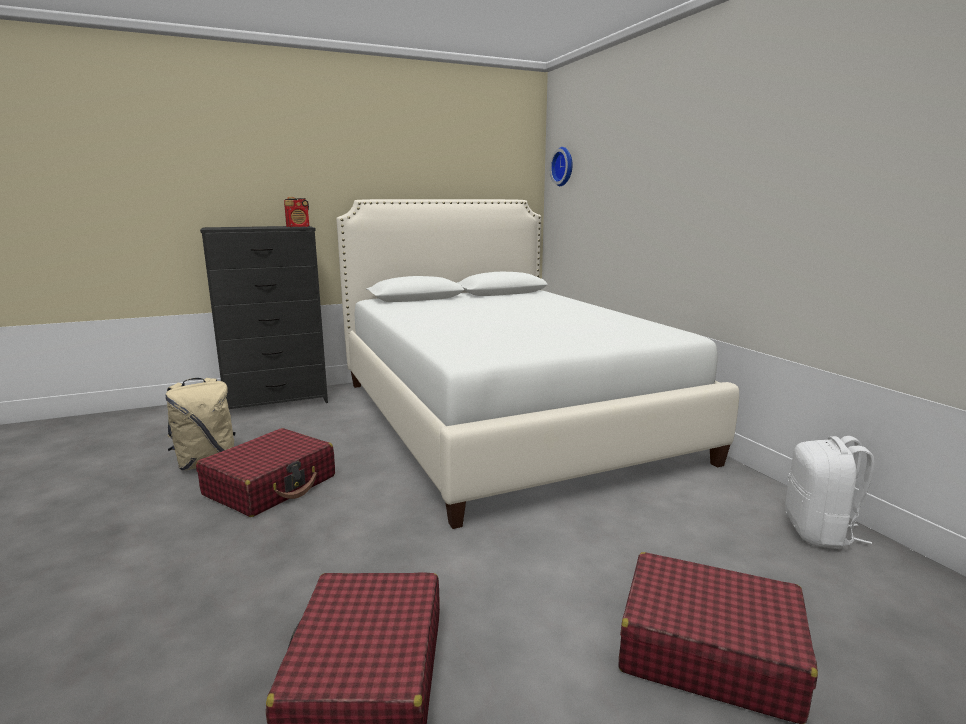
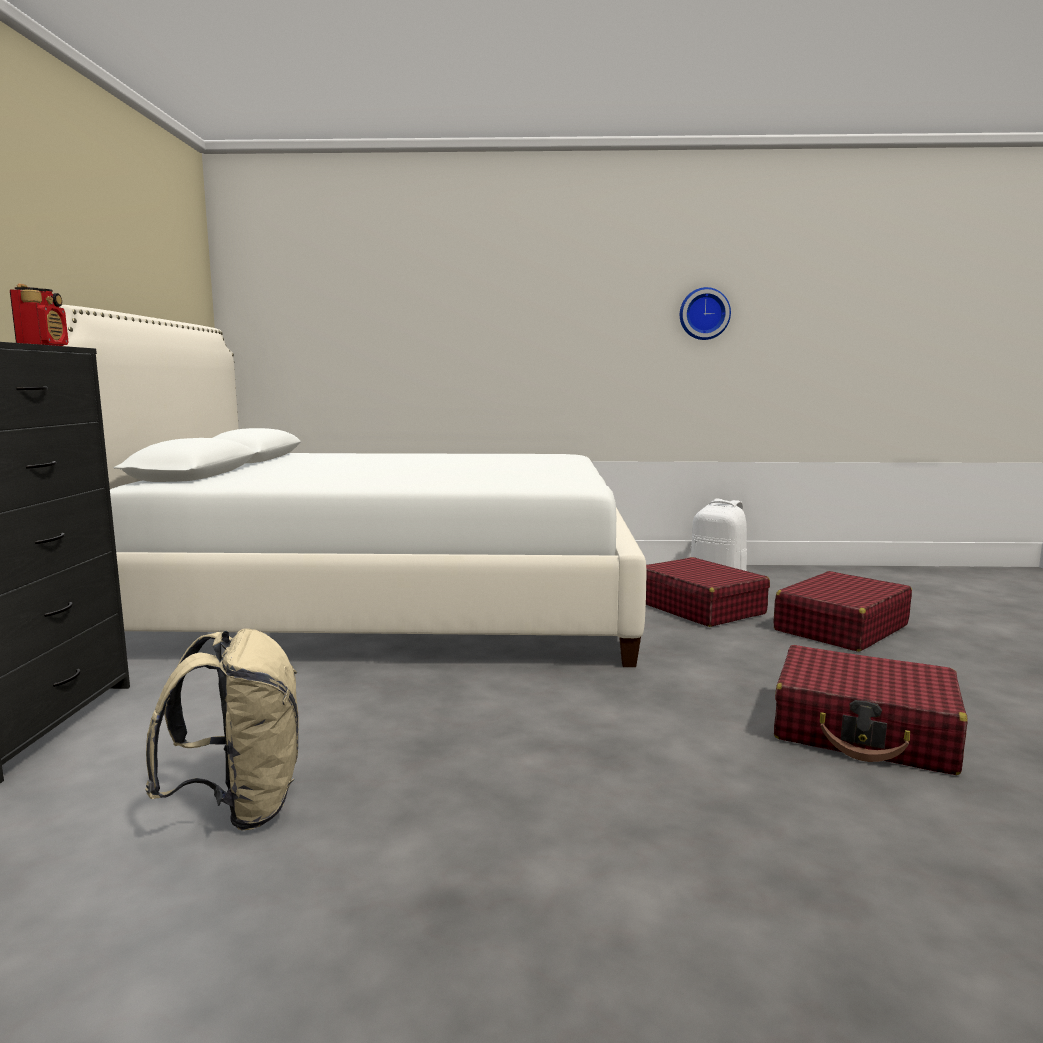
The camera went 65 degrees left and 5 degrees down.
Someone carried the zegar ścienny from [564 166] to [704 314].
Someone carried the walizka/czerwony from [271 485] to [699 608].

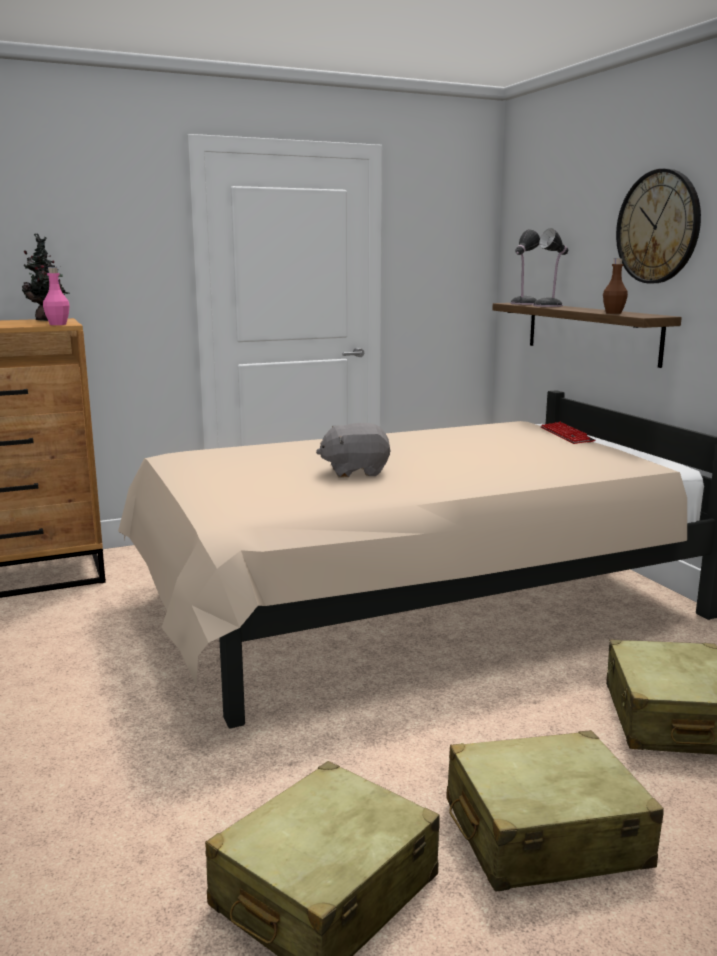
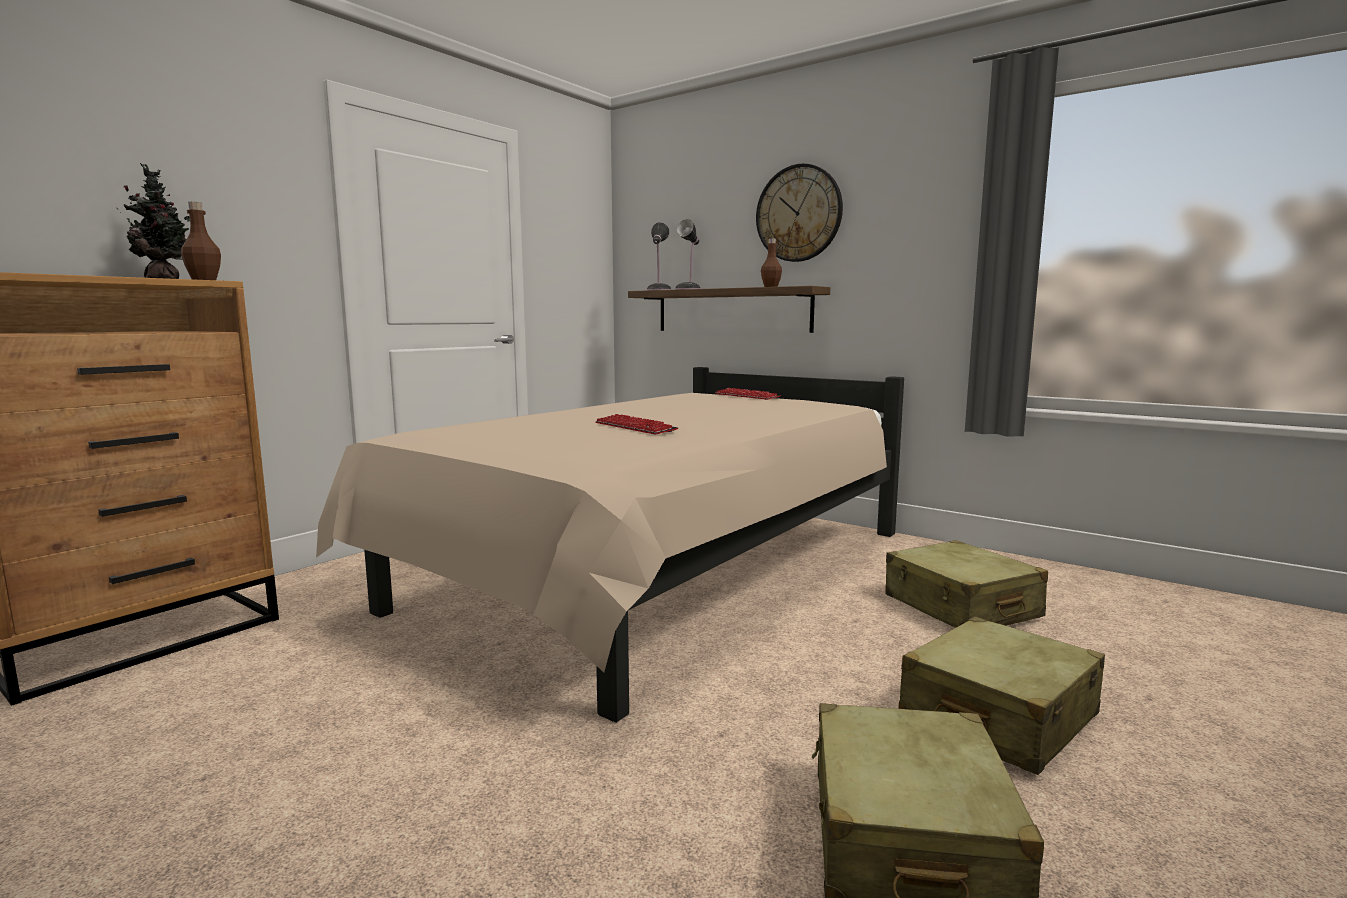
The camera went 30 degrees left and 5 degrees down.
Someone repainted the butelka/różowy at [58 324], which became the butelka/brązowy at [204 279].
Someone swapped the pluszak/szary at [355 472] for the klawiatura at [635 427].

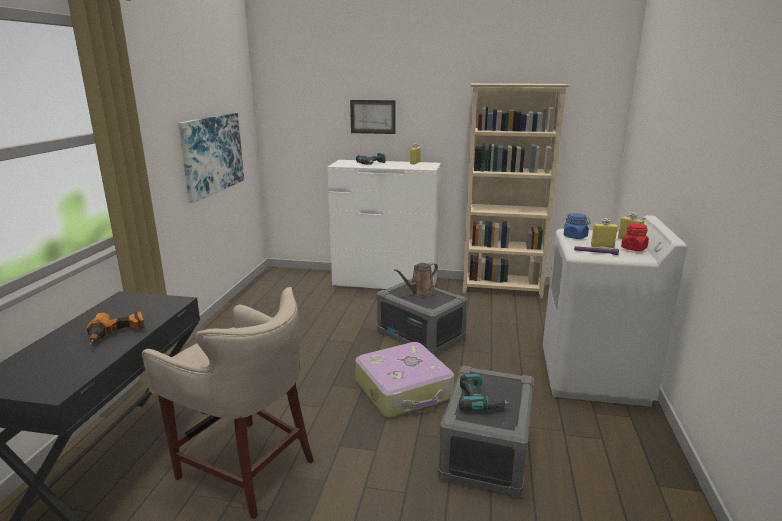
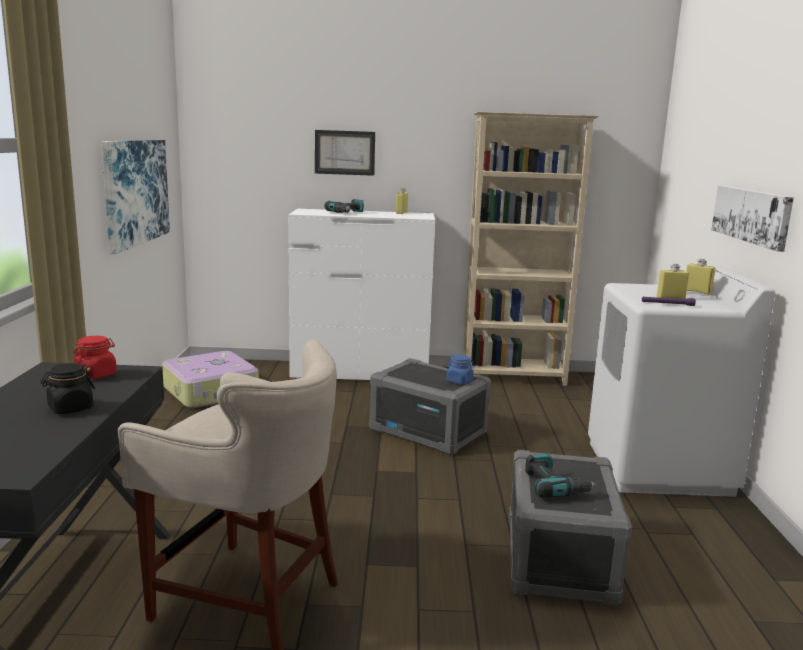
The camera went 10 degrees left and 5 degrees down.
Someone carried the słoik/niebieski from [575 237] to [460 381].
Someone carried the słoik/czerwony from [633 248] to [96 375].
Someone took away the konewka/brązowy at [420 292].
Someone swapped the wiertarka at [117 334] for the słoik/czarny at [70 408].
Someone carried the walizka from [404 390] to [212 391].
Someone put up the obraz at [751 215].

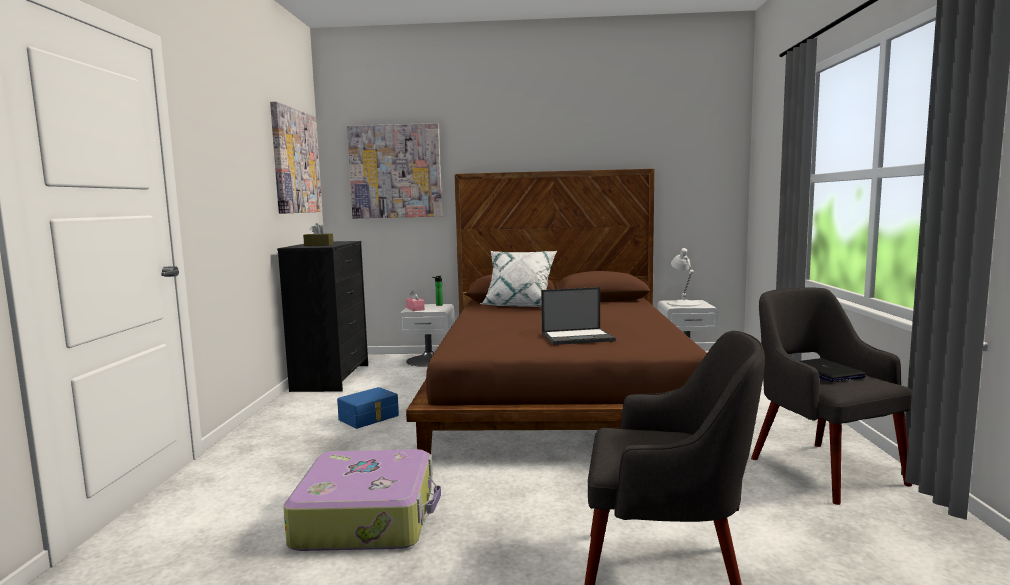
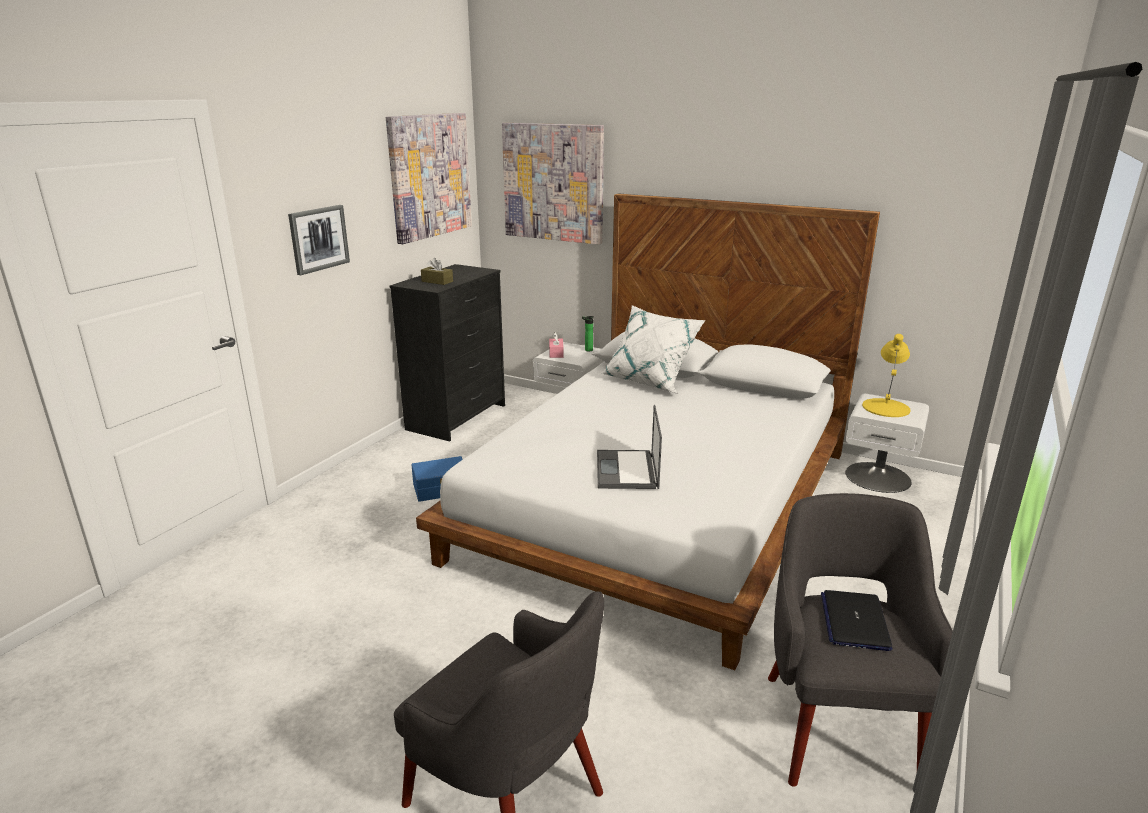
The camera went 25 degrees right and 15 degrees up.
Someone repainted the łóżko/brązowy at [562 393], which became the łóżko/biały at [659 503].
Someone repainted the lampa stołowa/biały at [683 303], which became the lampa stołowa/żółty at [886 407].
Someone rotated the laptop at [578 337] by 75 degrees clockwise.
Someone took away the walizka at [368 517].
Someone put up the obraz at [318 239].

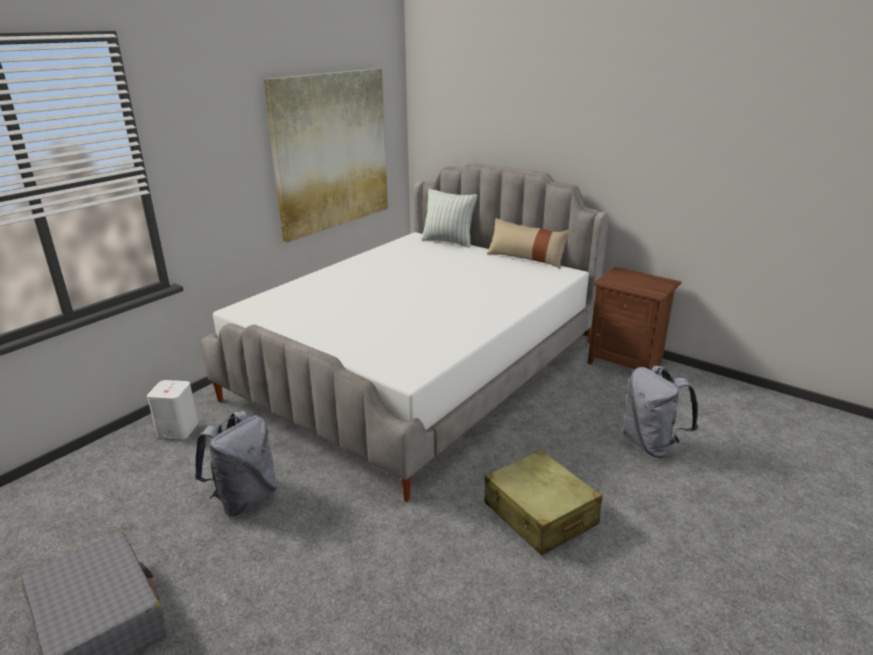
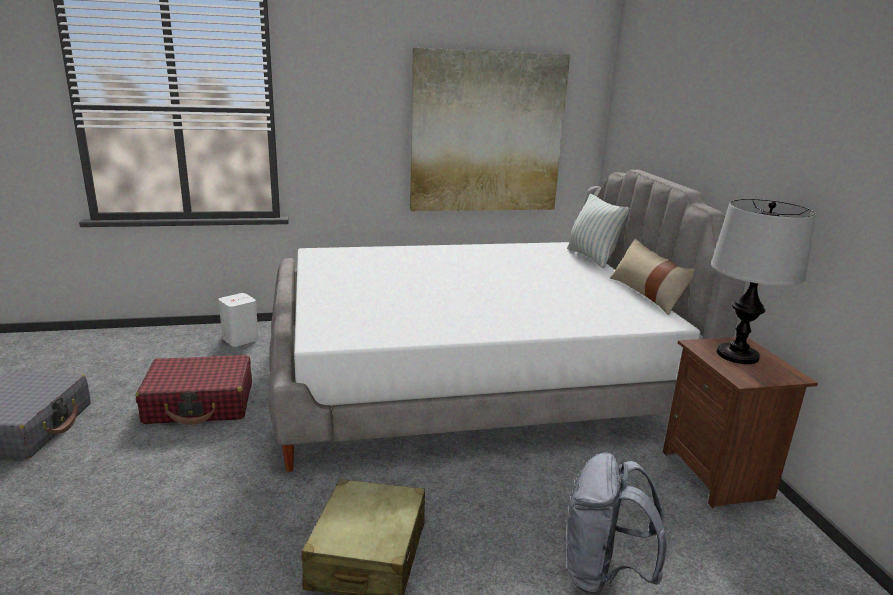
The camera went 40 degrees right and 5 degrees down.
Someone swapped the plecak/szary at [244 498] for the walizka/czerwony at [200 403].
Someone put down the lampa stołowa at [738 355].

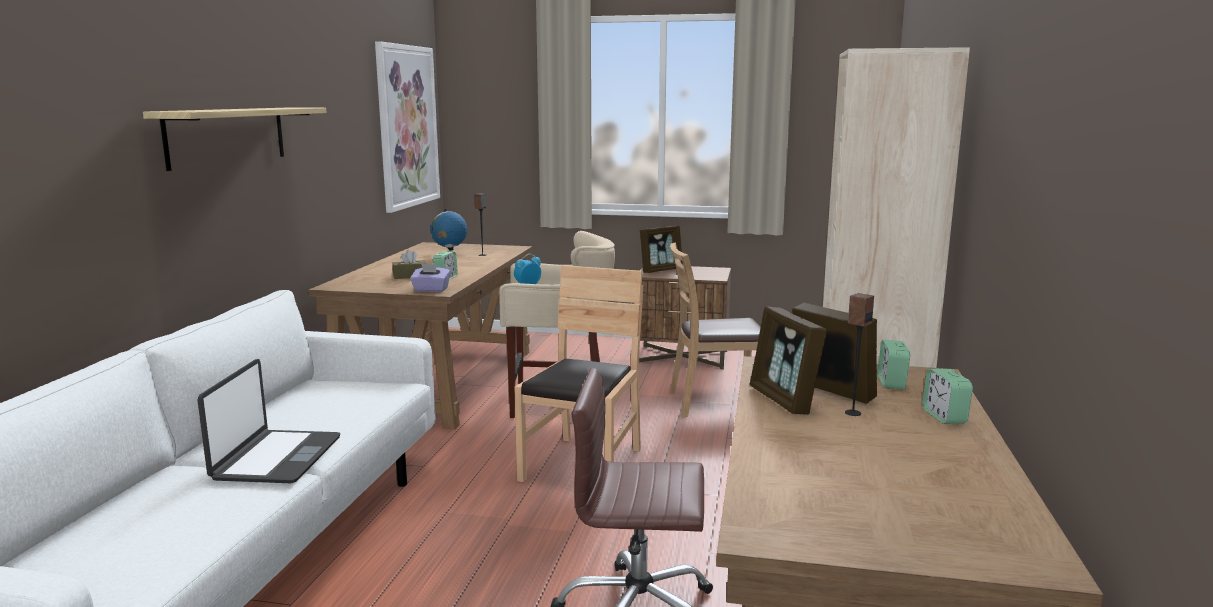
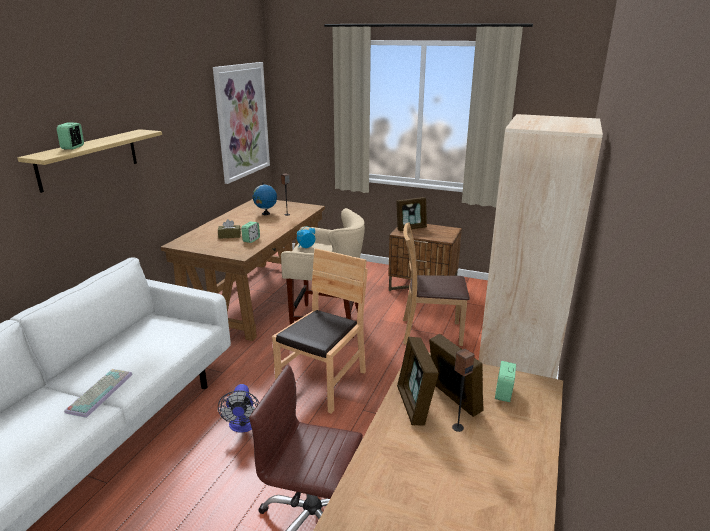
The camera went 10 degrees right and 10 degrees up.
Someone took away the pudełko chusteczek/fioletowy at [431 290].
Someone swapped the laptop at [276 458] for the klawiatura at [99 392].
Someone carried the budzik from [944 417] to [73 147].
Someone put down the wentylator at [243 426].

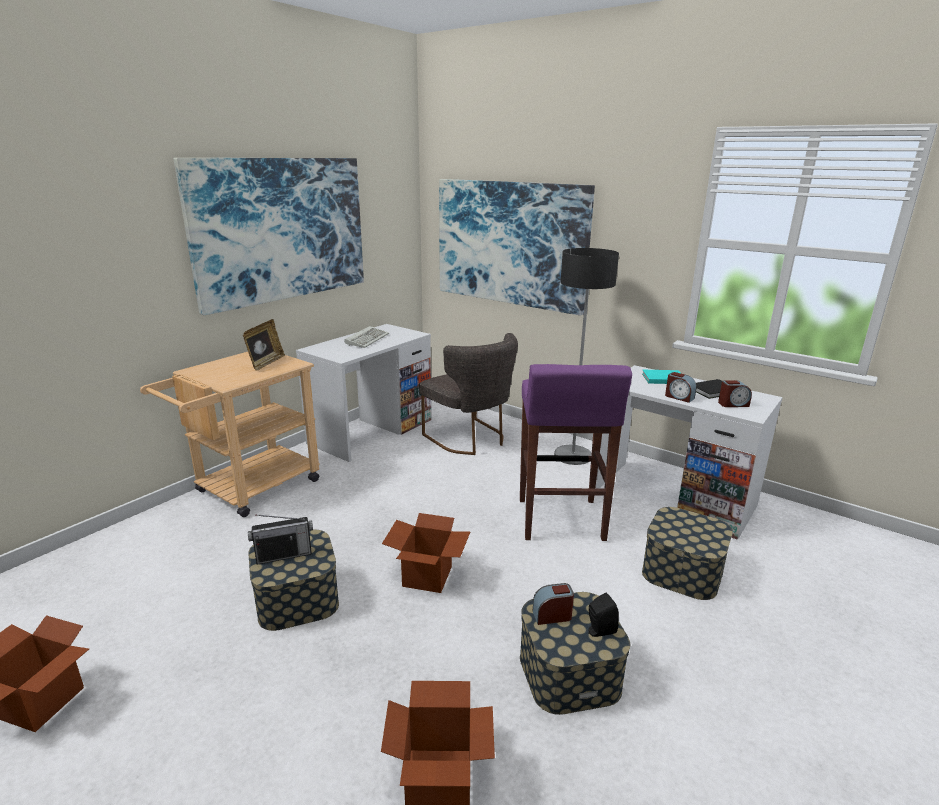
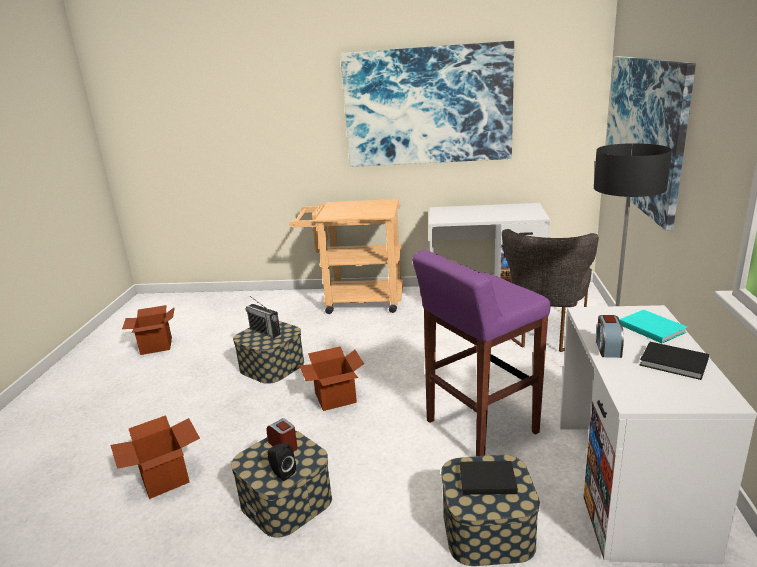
The camera went 60 degrees right and 0 degrees up.
Someone took away the ramka na zdjęcie at [265 363].
Someone took away the klawiatura at [367 339].
Someone took away the budzik at [733 404].
Someone put down the książka/czarny at [485 479].

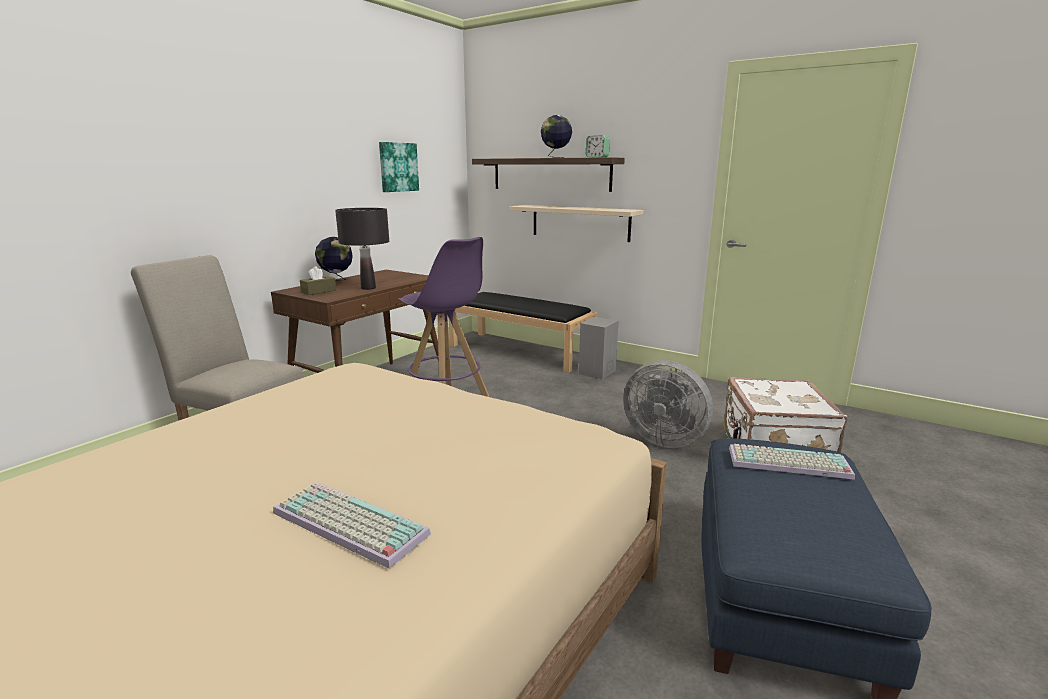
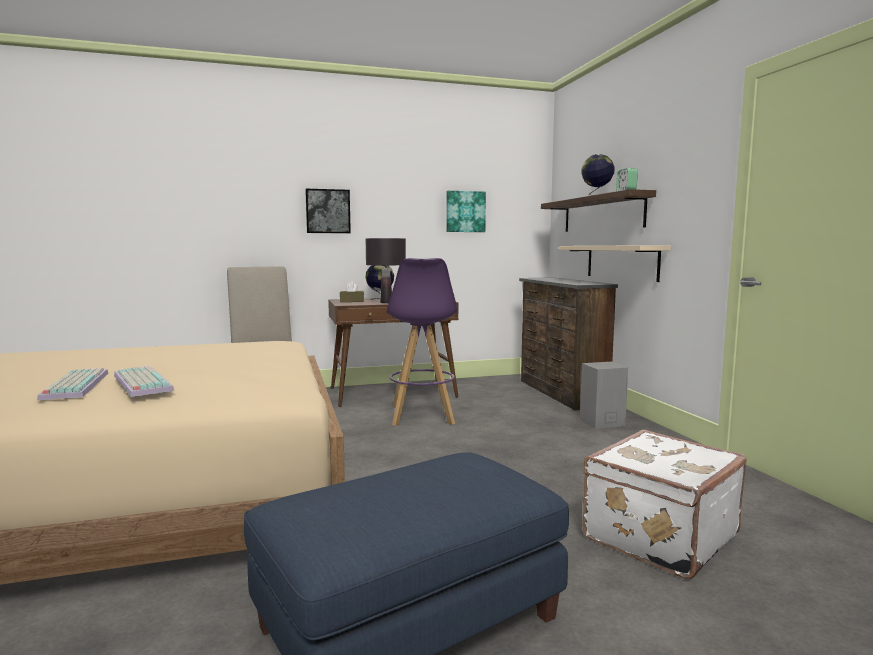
The camera went 40 degrees right and 10 degrees down.
Someone swapped the ławka/czarny at [521 351] for the komoda/brązowy at [560 393].
Someone took away the wentylator/szary at [664 439].
Someone carried the klawiatura from [787 464] to [140 382].
Someone put up the obraz at [328 211].

